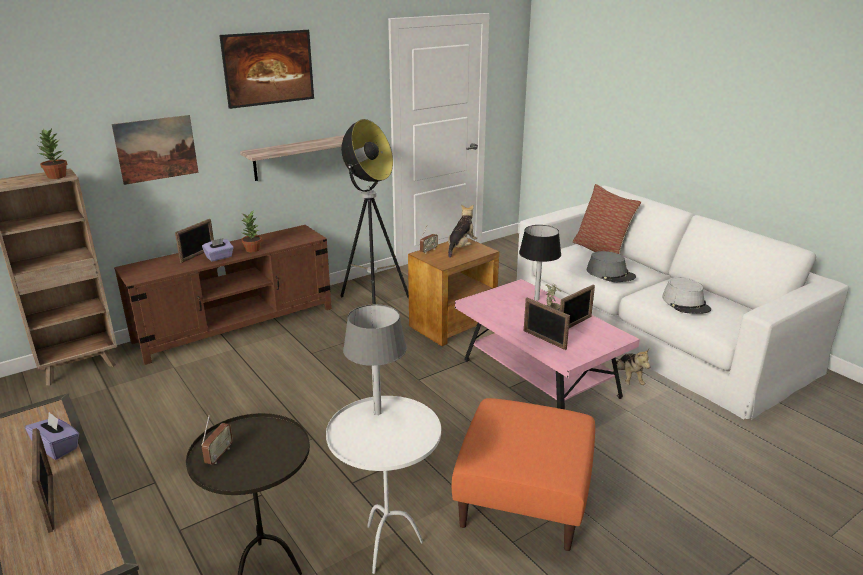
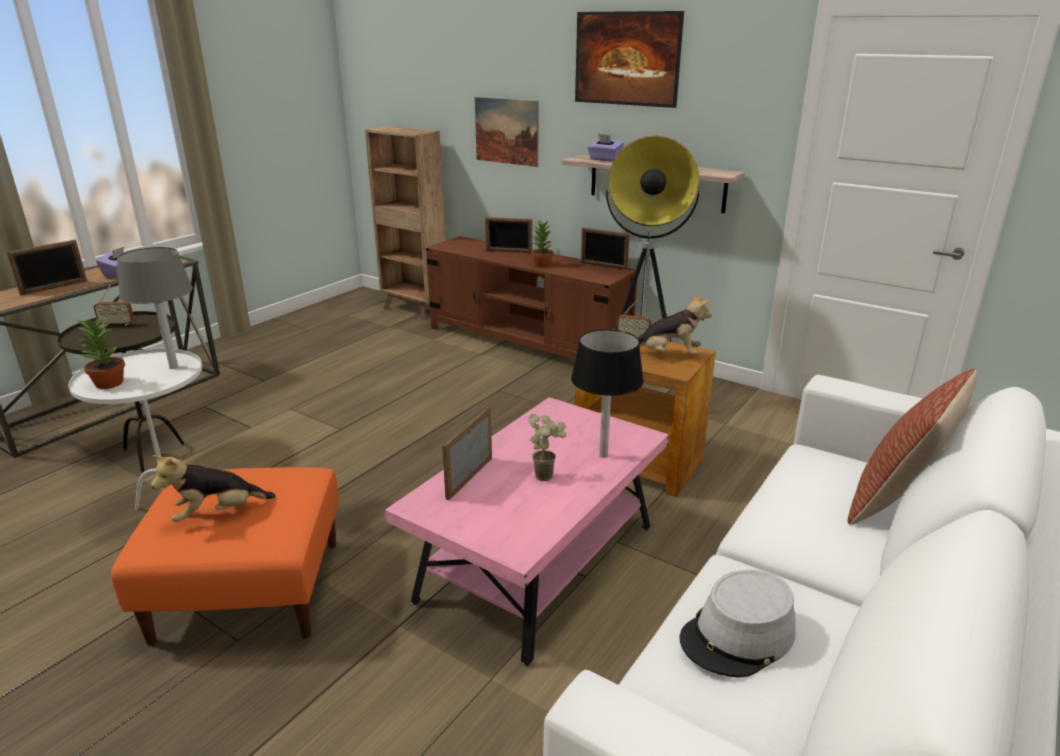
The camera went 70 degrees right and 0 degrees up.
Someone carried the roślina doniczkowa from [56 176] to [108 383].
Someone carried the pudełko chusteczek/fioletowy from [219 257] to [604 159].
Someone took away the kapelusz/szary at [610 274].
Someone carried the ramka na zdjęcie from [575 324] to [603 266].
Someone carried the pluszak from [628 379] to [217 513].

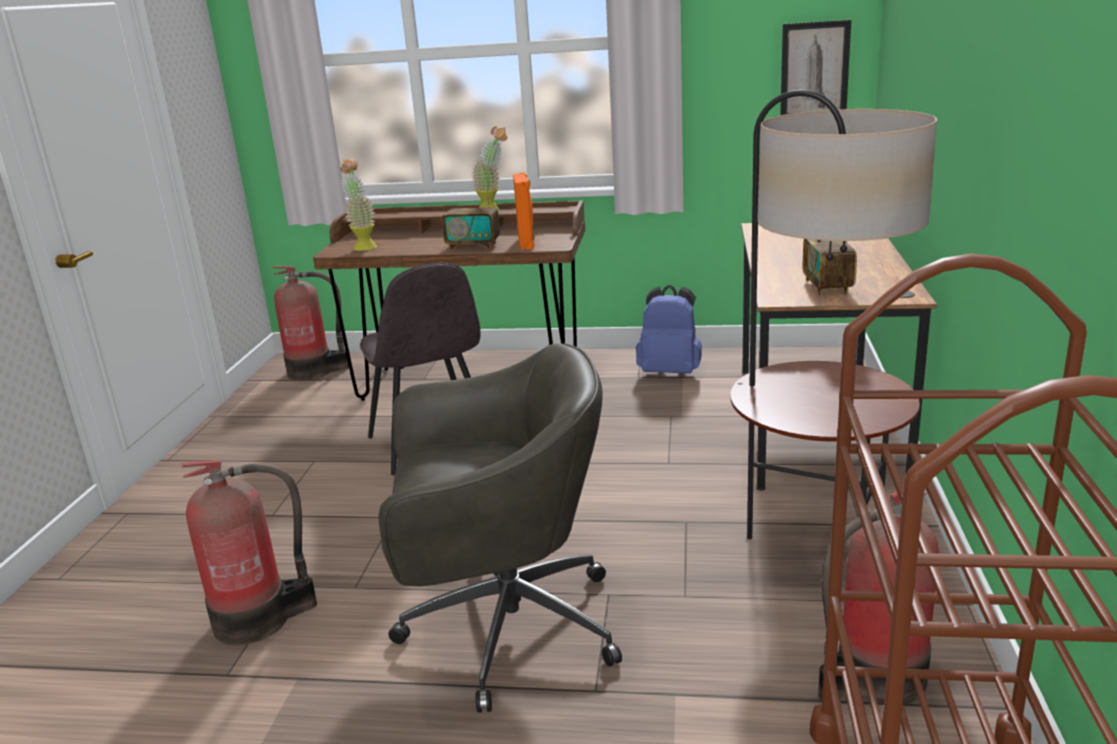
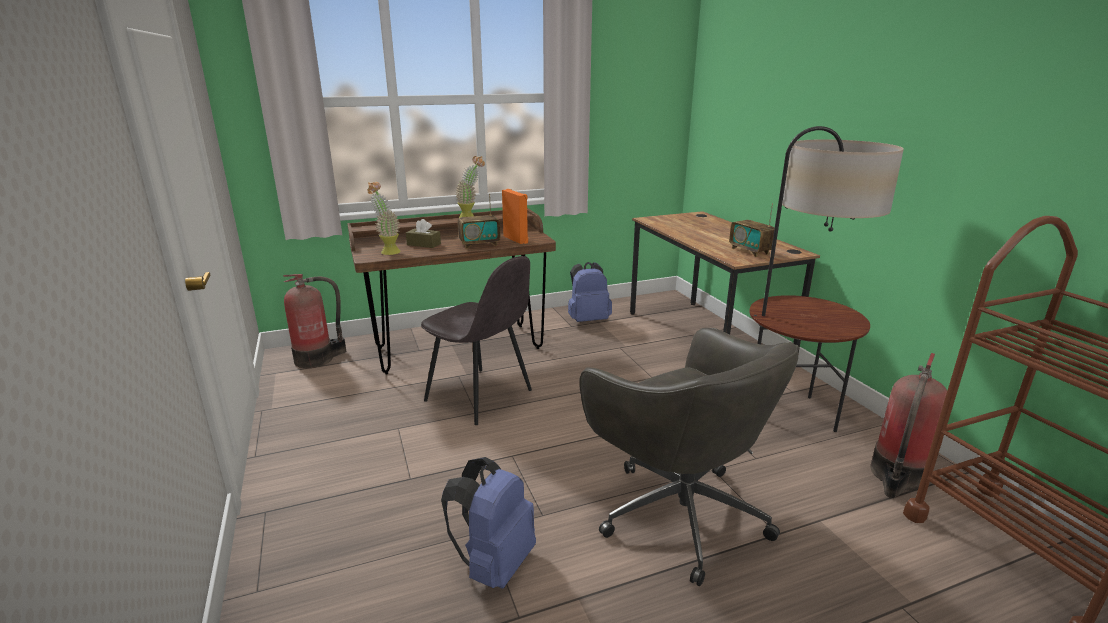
The camera went 30 degrees left and 0 degrees up.
Someone took away the obraz at [814 71].
Someone rotated the krzesło biurowe/szary at [504 628] by 90 degrees clockwise.
Someone swapped the gaśnica at [258 619] for the plecak/niebieski at [494 563].
Someone put down the pudełko chusteczek/brązowy at [424 244].

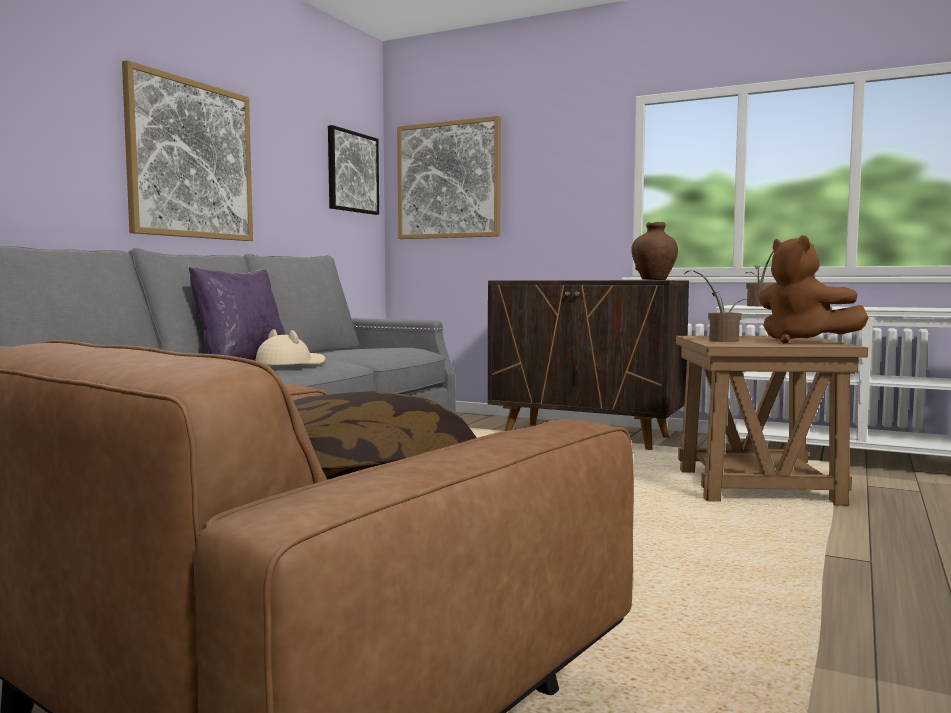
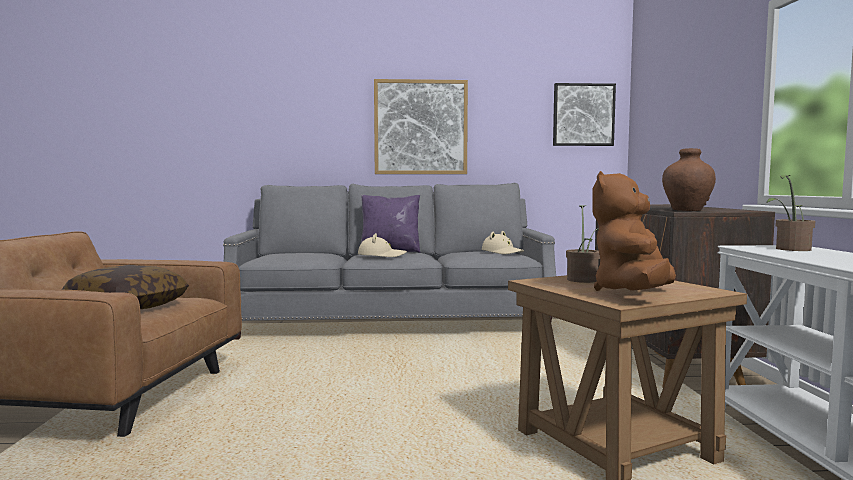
The camera went 60 degrees right and 0 degrees up.
Someone took away the obraz at [448 180].
Someone put down the kapelusz/beżowy at [502 252].

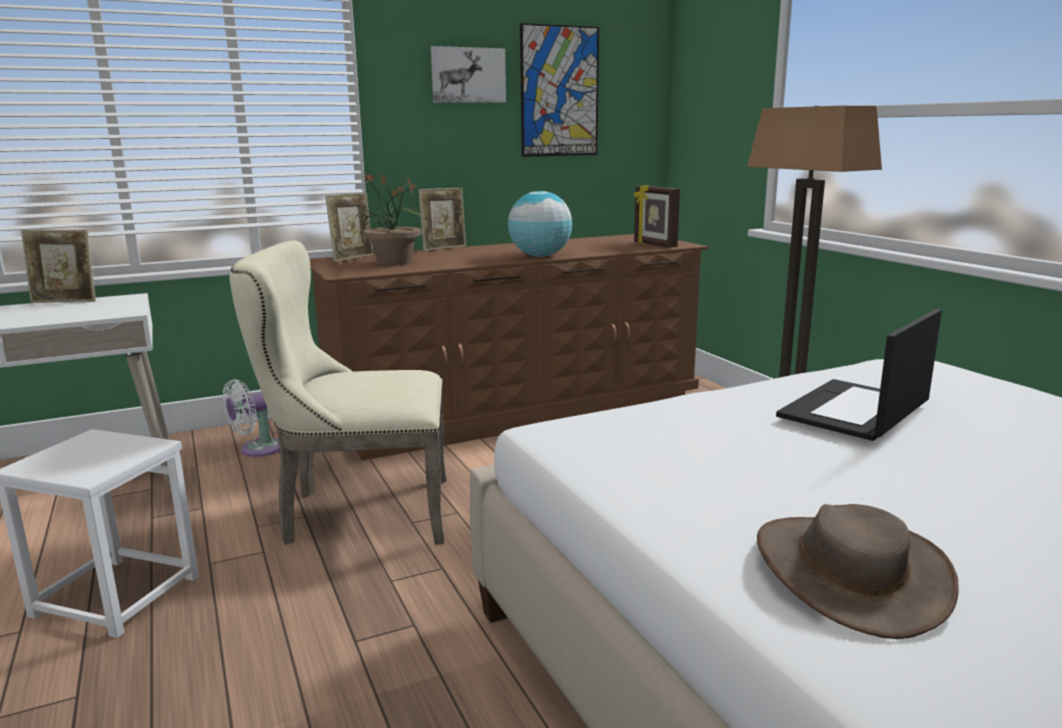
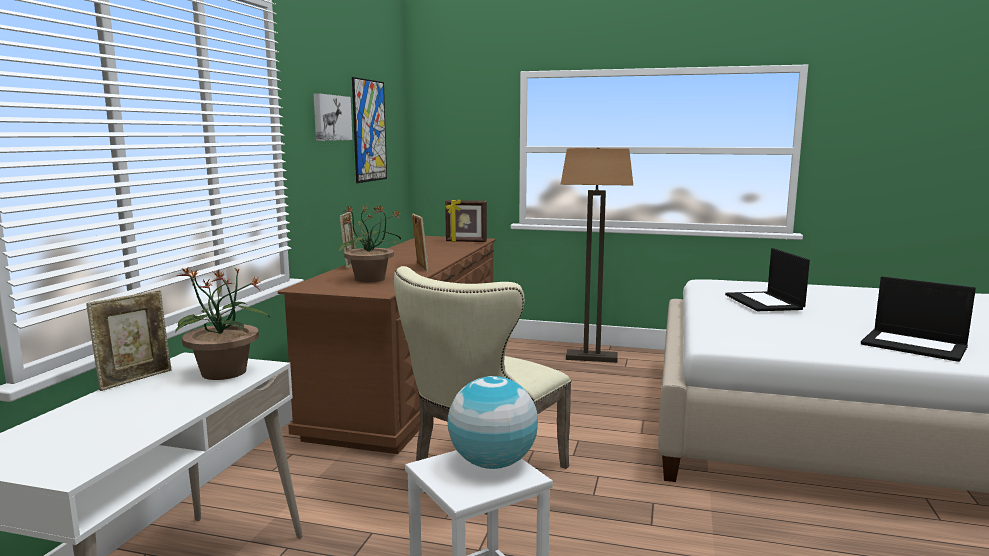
The camera went 50 degrees left and 5 degrees down.
Someone carried the globus from [540 256] to [493 463].
Someone carried the ramka na zdjęcie from [353 258] to [420 267].
Someone took away the wentylator/biały at [257 449].
Someone swapped the kapelusz/brązowy at [850 572] for the laptop at [915 345].
Someone put down the roślina doniczkowa at [224 373].

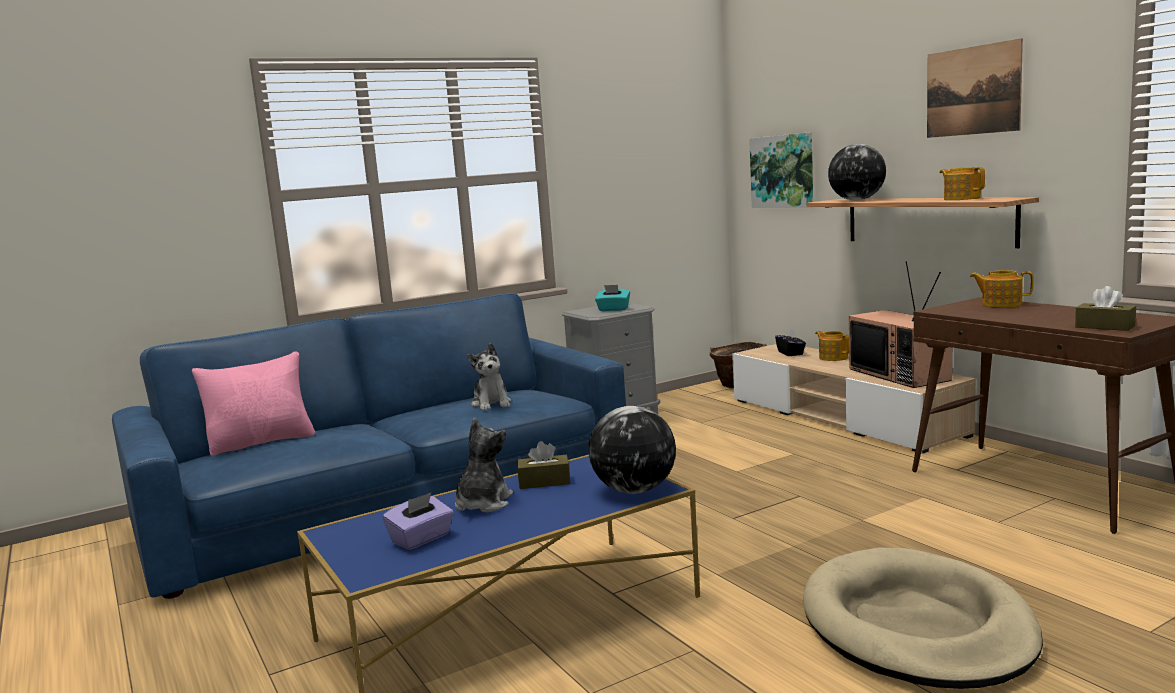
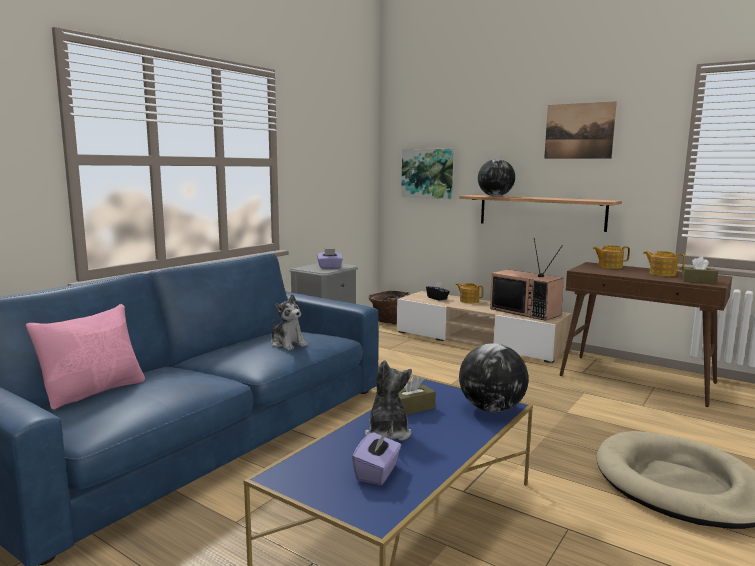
The camera went 25 degrees left and 0 degrees up.
Someone carried the imbryk from [961 199] to [661 274].
Someone repainted the pudełko chusteczek/turkusowy at [613 309], which became the pudełko chusteczek/fioletowy at [329 267].

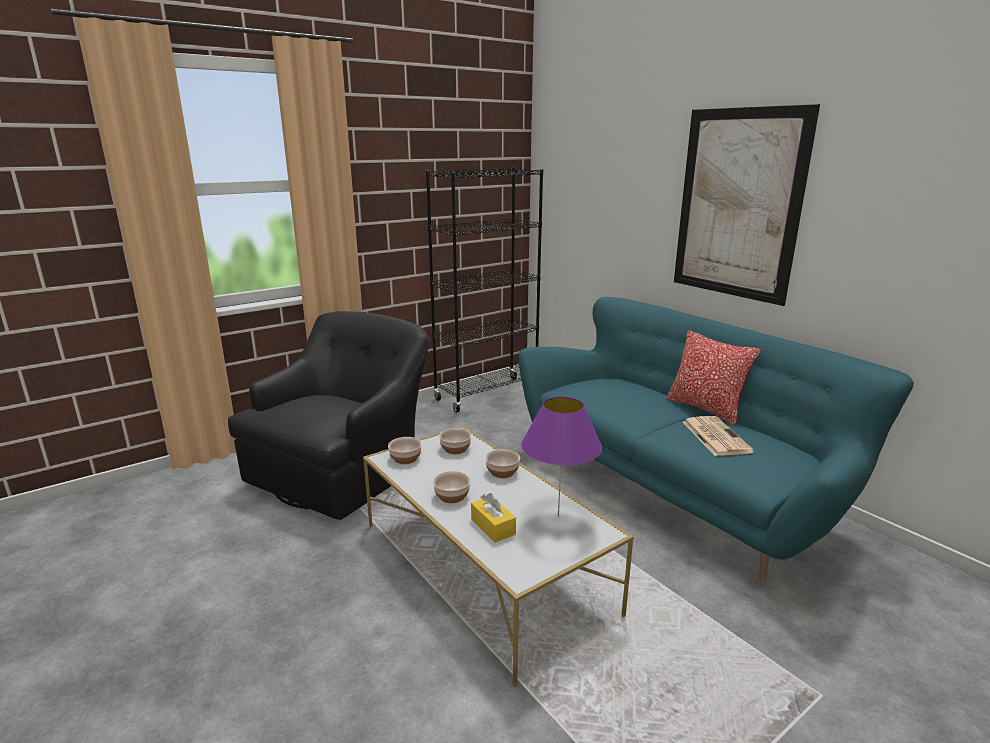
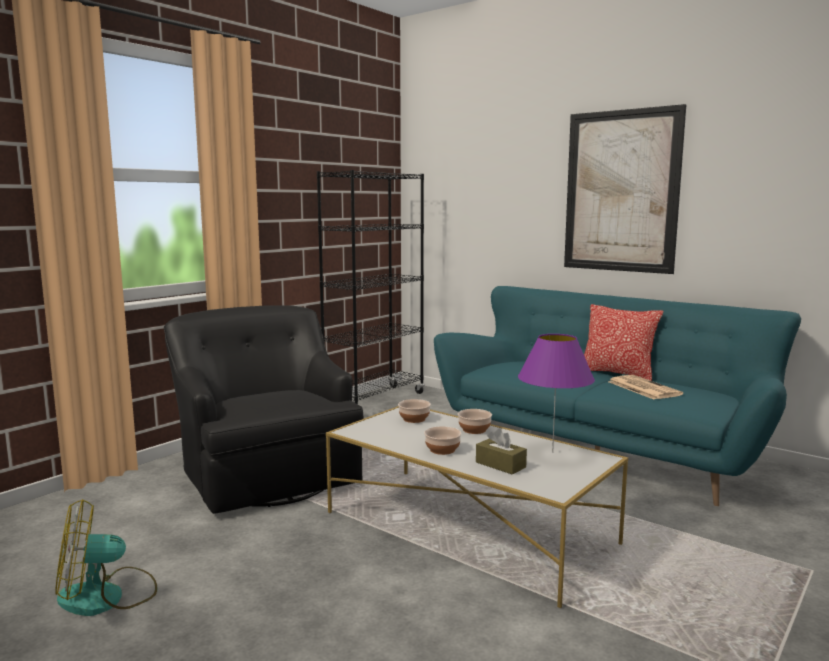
The camera went 15 degrees left and 10 degrees down.
Someone rotated the fotel/czarny at [344 470] by 45 degrees counterclockwise.
Someone took away the miska at [405 458].
Someone repainted the pudełko chusteczek/żółty at [493 527], which became the pudełko chusteczek/brązowy at [500 465].
Someone put down the wentylator at [106 597].

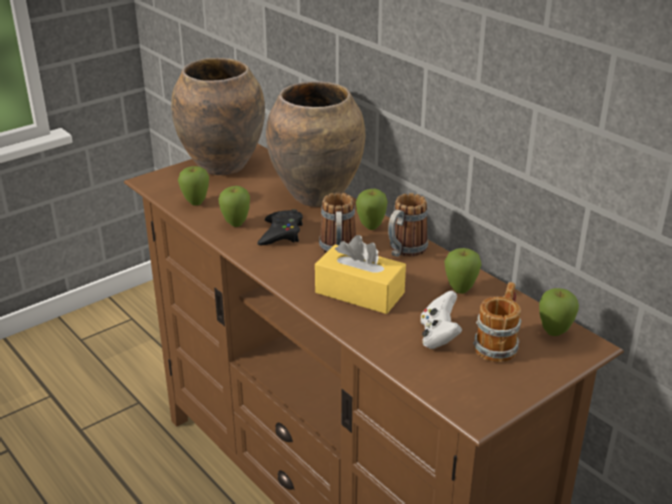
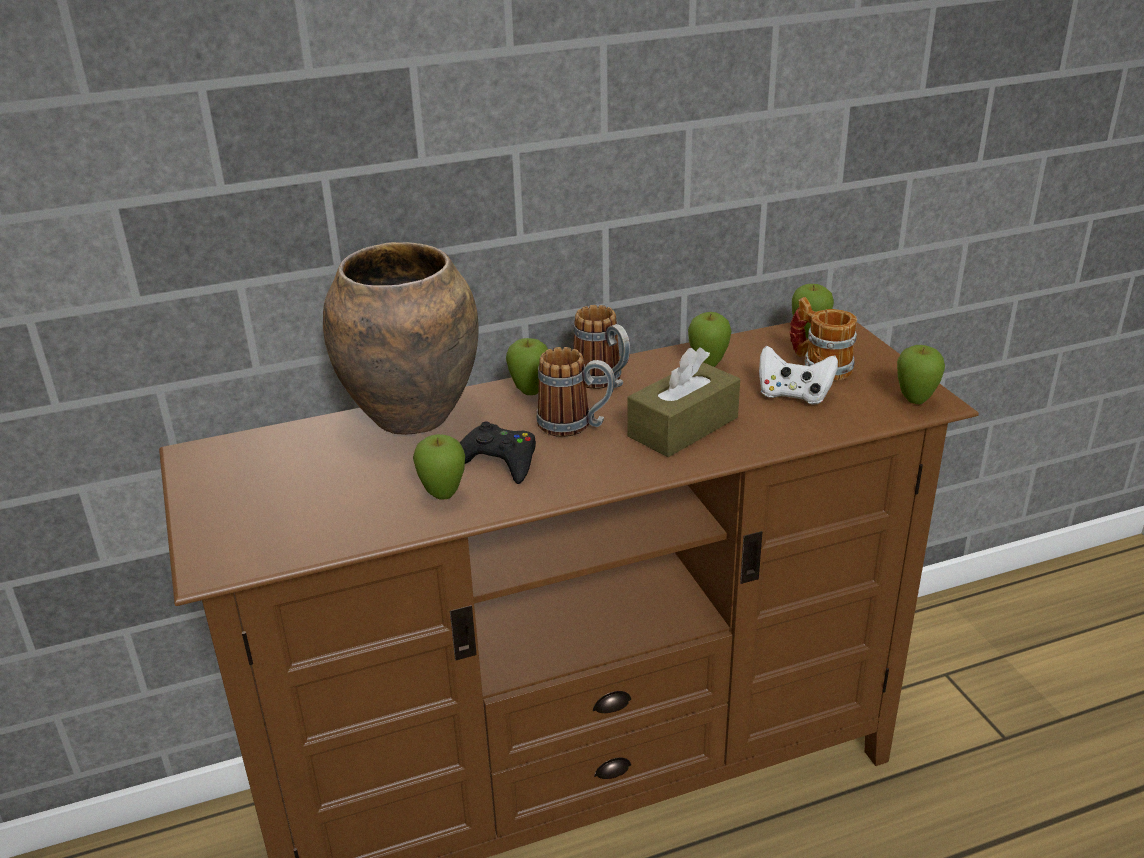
The camera went 70 degrees left and 0 degrees up.
Someone took away the wazon/brązowy at [223 166].
Someone carried the jabłko from [196 203] to [915 401].
Someone repainted the pudełko chusteczek/żółty at [359 293], which became the pudełko chusteczek/brązowy at [683 427].

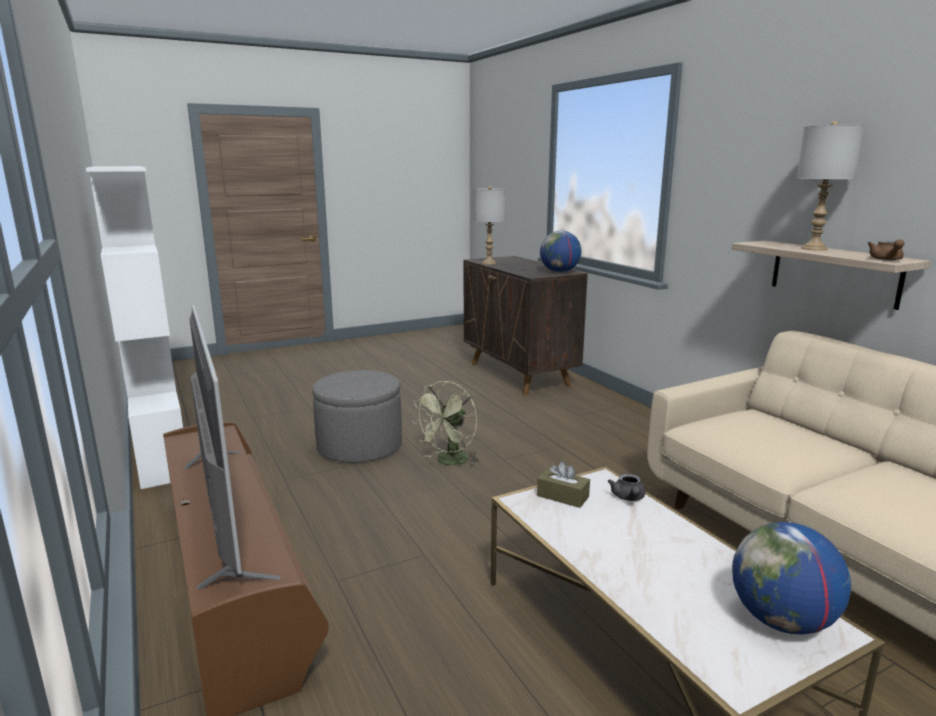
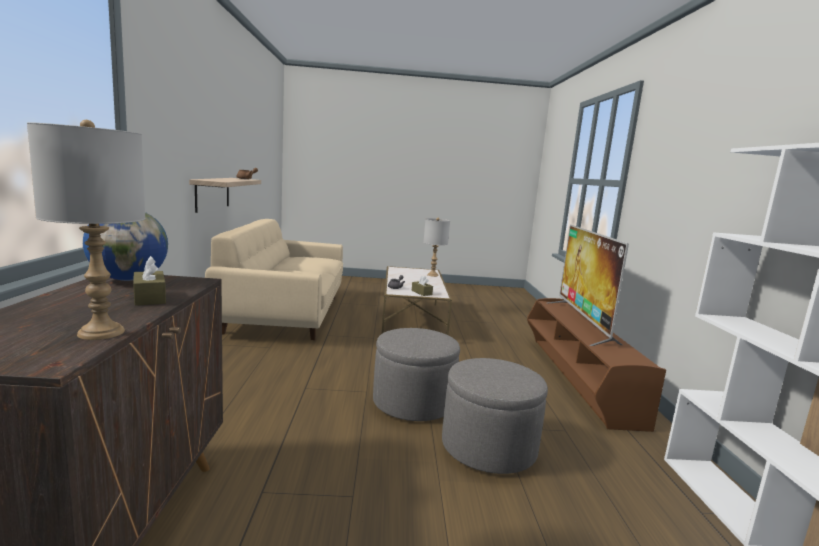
The camera went 155 degrees left and 5 degrees down.
Someone carried the lampa stołowa/szary from [814 248] to [432 275].
Someone swapped the wentylator/zielony at [449 462] for the pufa/szary at [413 402].
Someone took away the globus at [781 621].
Someone put down the pudełko chusteczek/brązowy at [149 297].

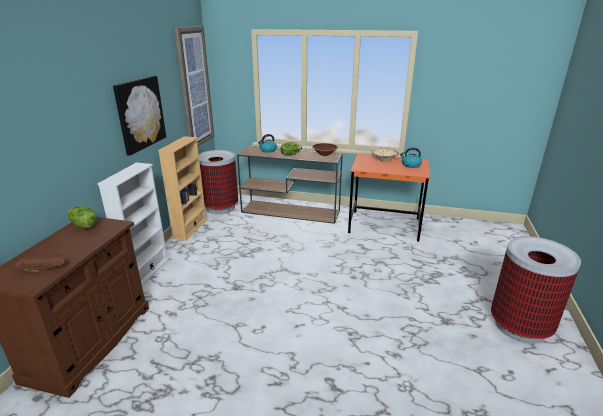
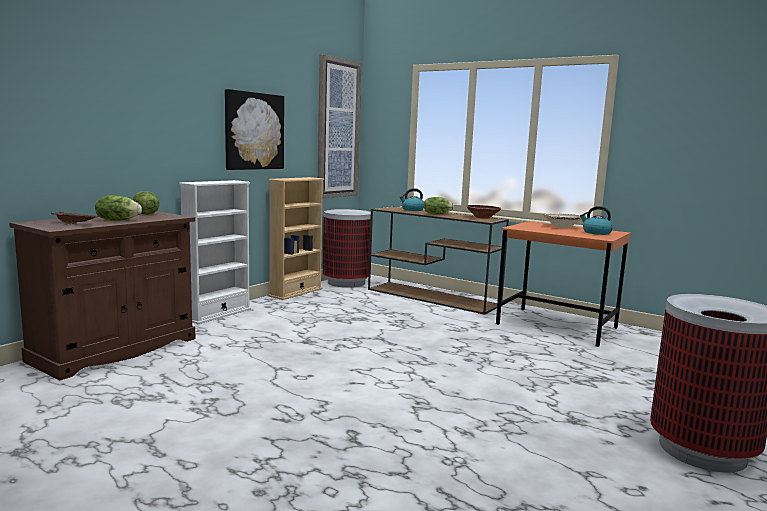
The camera went 20 degrees right and 15 degrees down.
Someone put down the sałata at [117 220].

